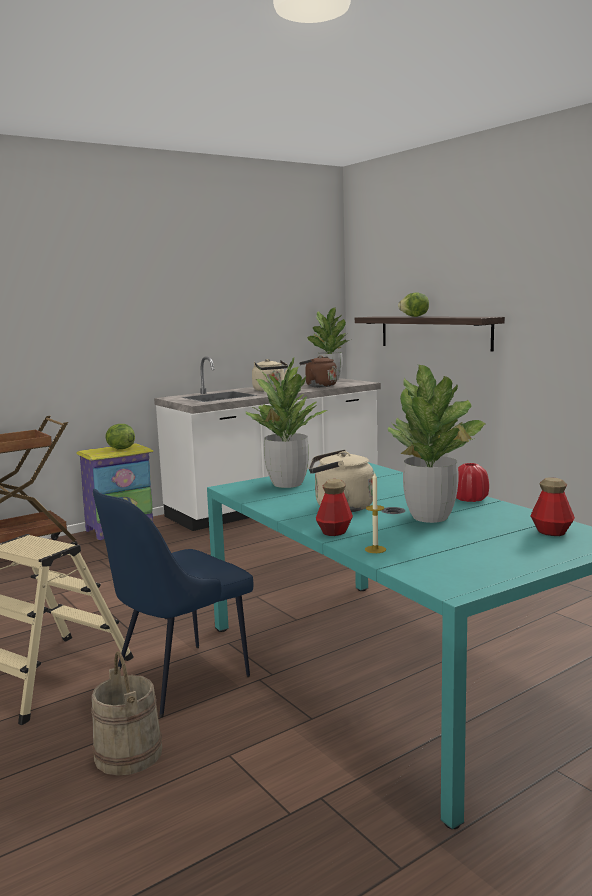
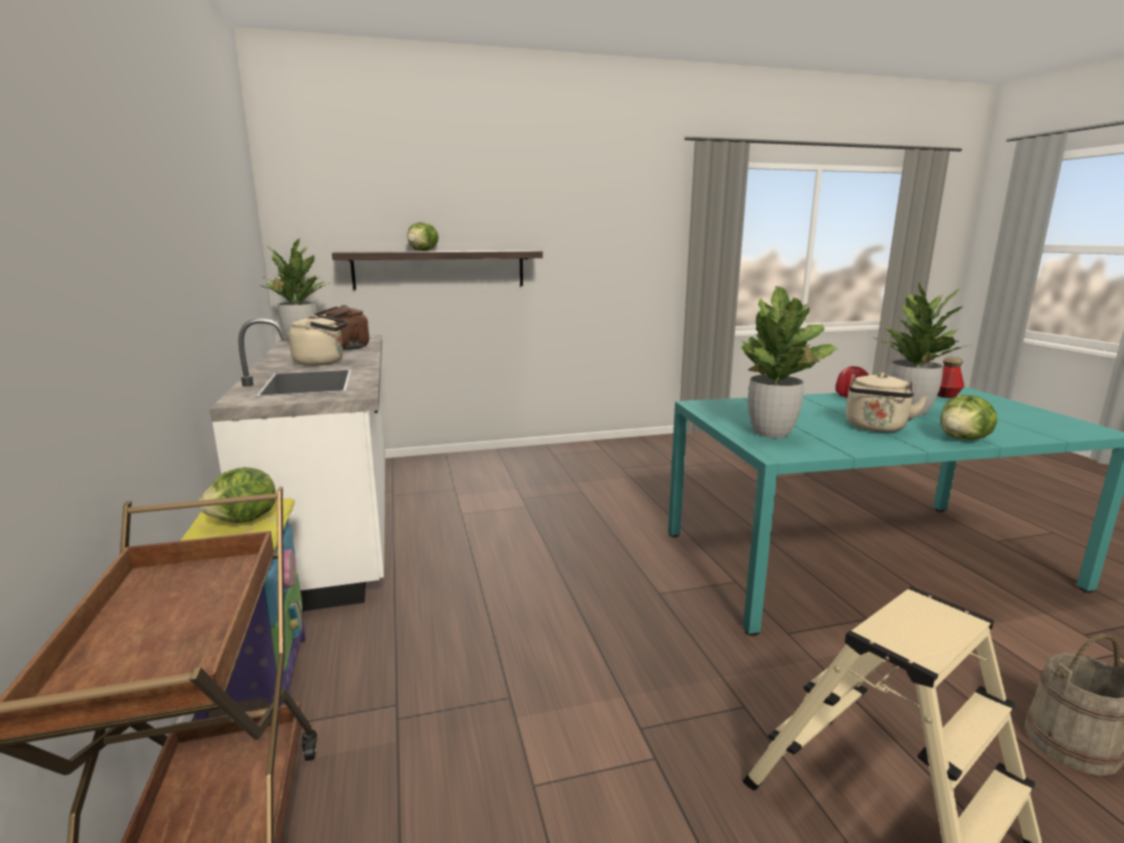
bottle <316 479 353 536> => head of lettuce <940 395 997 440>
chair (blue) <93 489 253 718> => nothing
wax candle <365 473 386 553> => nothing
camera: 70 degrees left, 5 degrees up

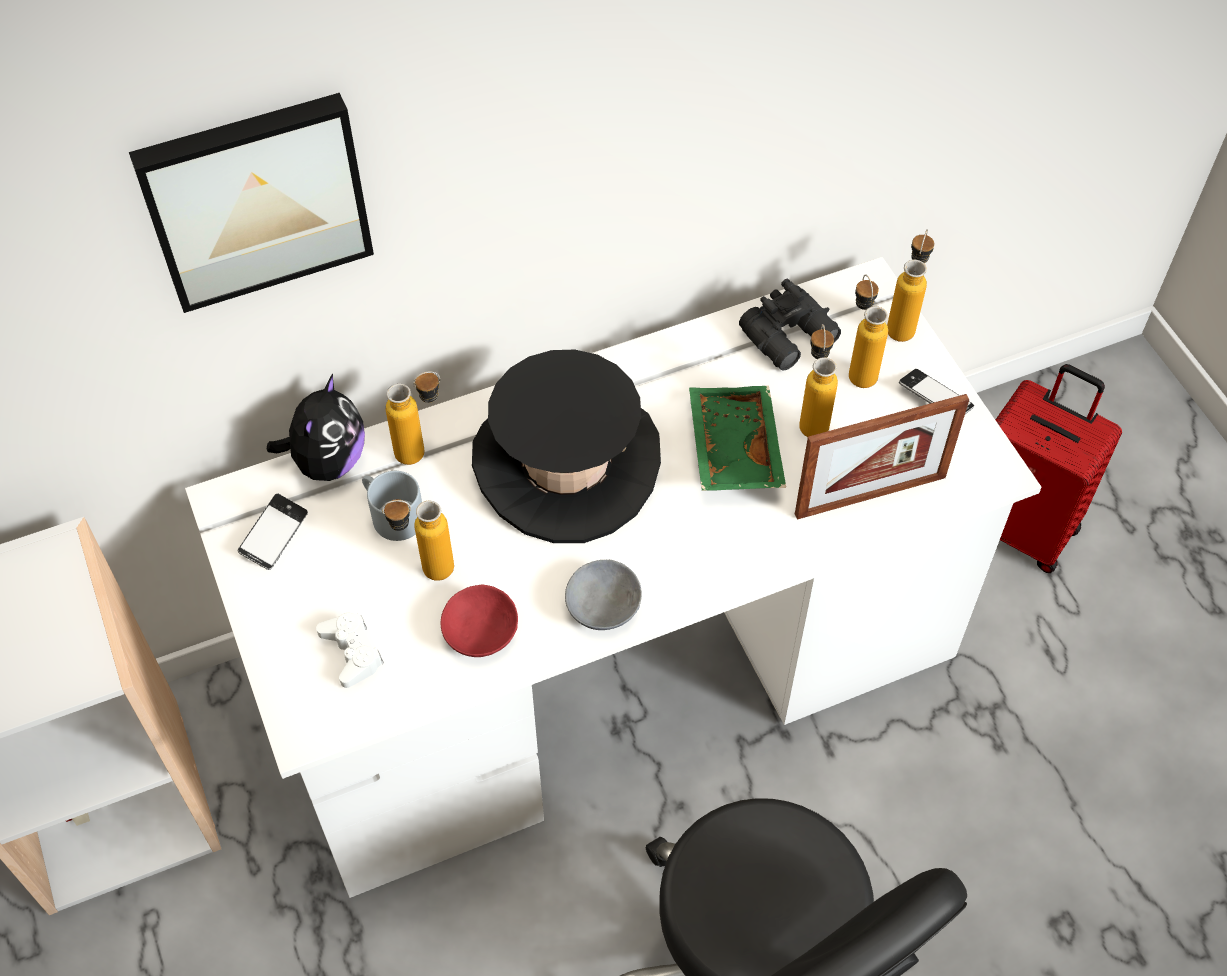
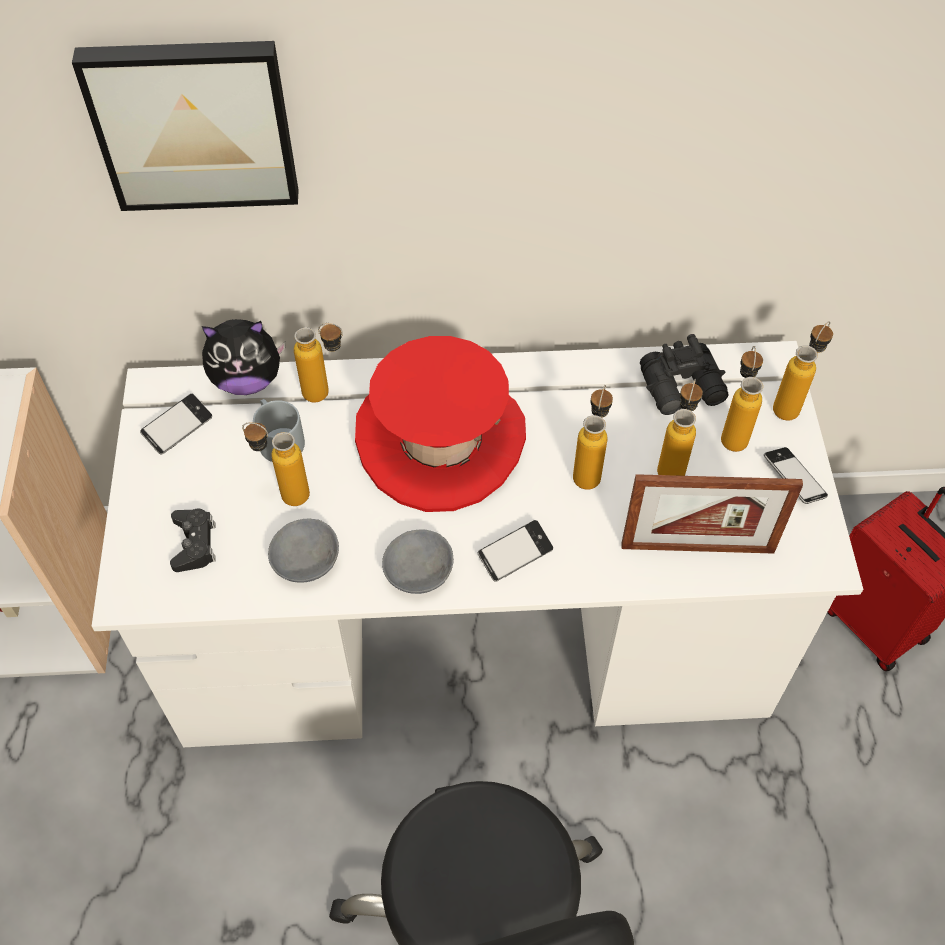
gamepad (white) <316 613 384 688> => gamepad (black) <170 509 216 572>
plush toy <266 374 365 481> => plush toy <202 319 286 395>, 45 degrees clockwise
bowl (reddish) <441 585 518 657> => bowl (grey) <268 519 339 583>
wearable hat (black) <472 350 661 543> => wearable hat (reddish) <355 336 526 512>
nothing => phone <478 520 553 582>
tray (green) <689 386 786 491> => bottle <573 385 613 490>
camera: 20 degrees right, 0 degrees up

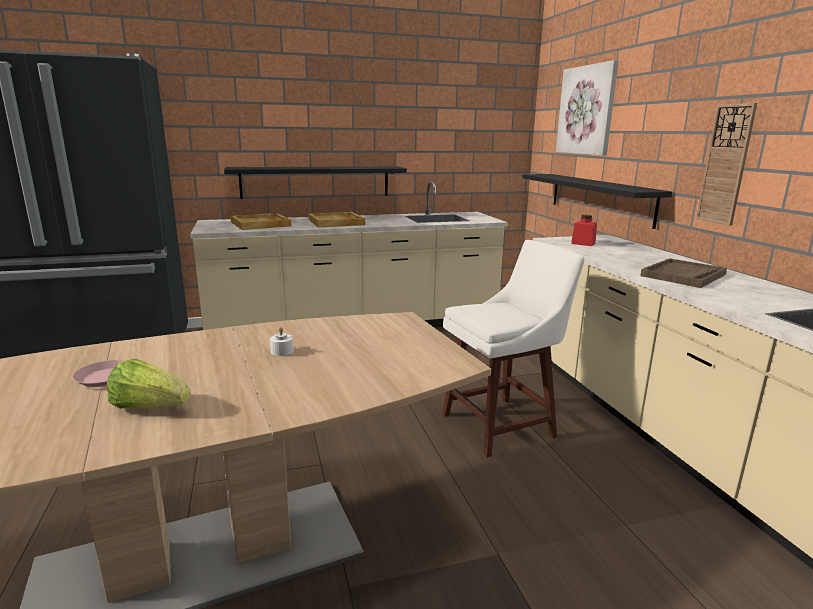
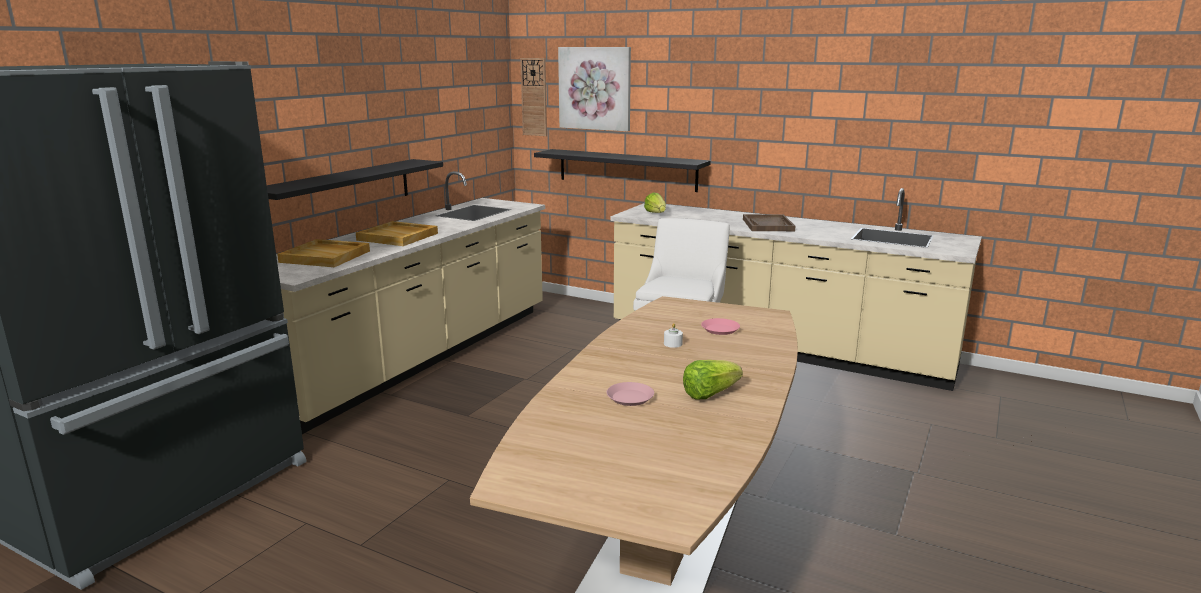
hanging clock <696 103 757 226> => hanging clock <520 58 547 136>, shifted
preserve jar (reddish) <571 215 597 246> => head of lettuce <644 192 666 213>
nothing => plate (pink) <701 318 740 335>
camera: 45 degrees left, 0 degrees up

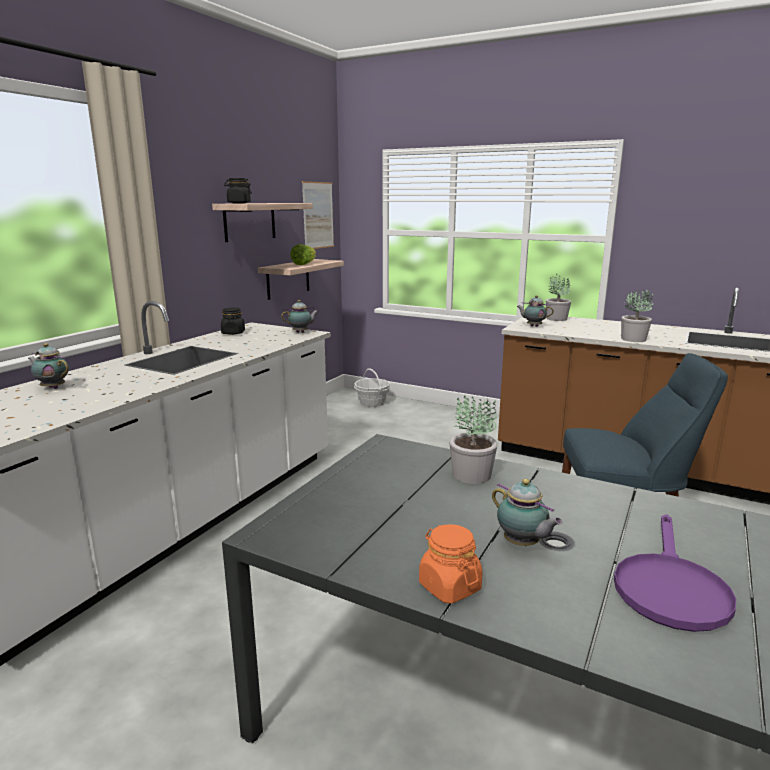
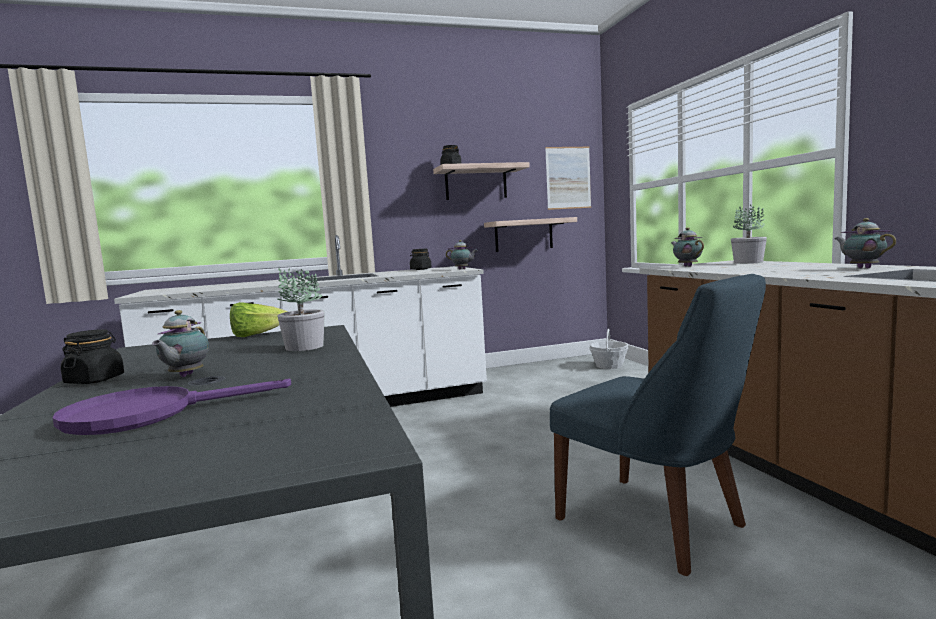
preserve jar (orange) <419 524 483 604> => preserve jar (black) <60 329 124 384>
head of lettuce <290 244 316 265> => head of lettuce <230 302 288 337>, shifted
teapot <28 343 69 389> => teapot <834 218 896 268>, shifted
houseplant <621 290 653 342> => nothing
camera: 45 degrees right, 10 degrees down

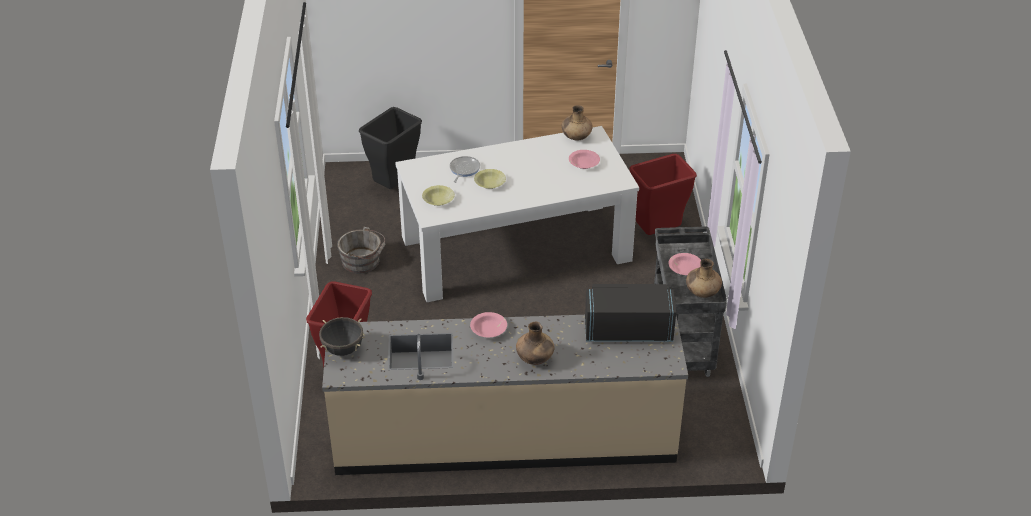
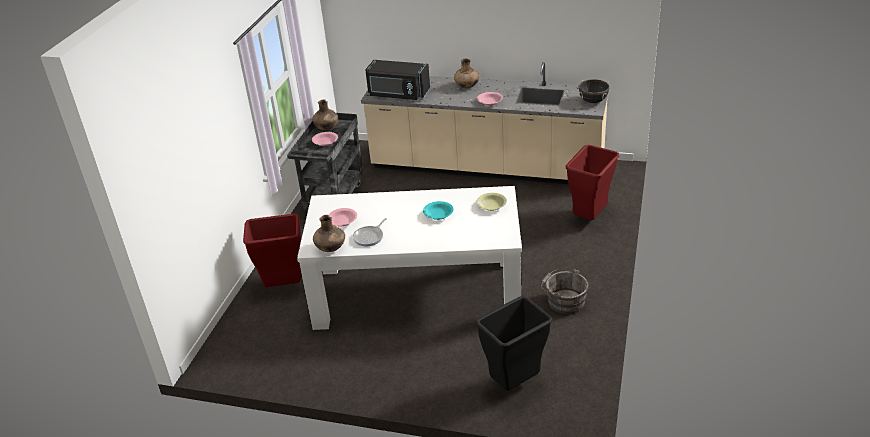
frying pan <450 156 480 183> => frying pan <353 218 387 246>, shifted
bowl (yellow-coloured) <474 169 506 189> => bowl (turquoise-coloured) <423 201 454 220>
camera: 160 degrees left, 5 degrees down

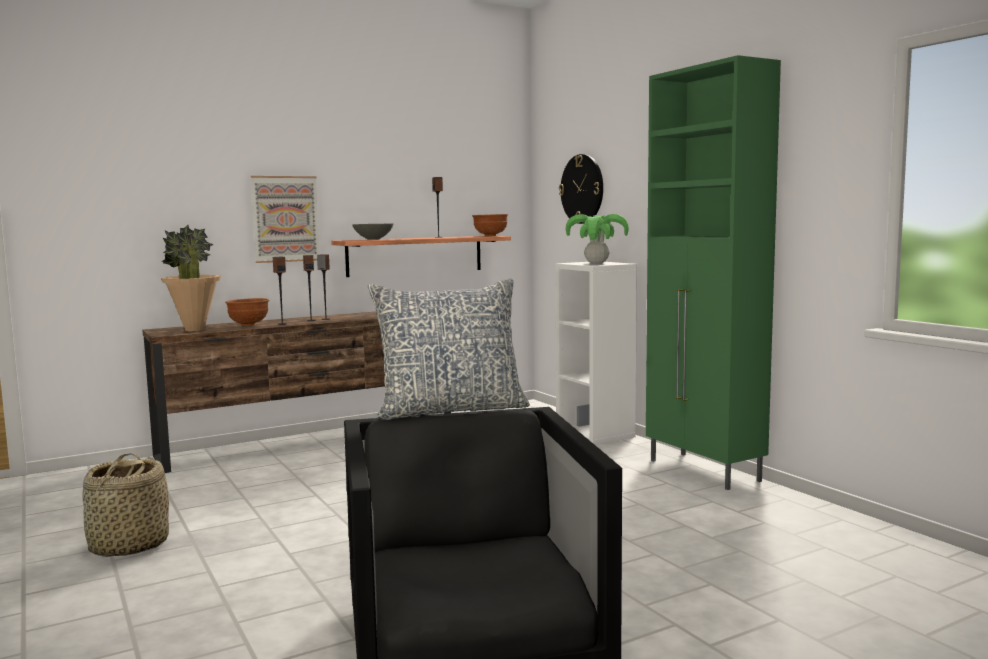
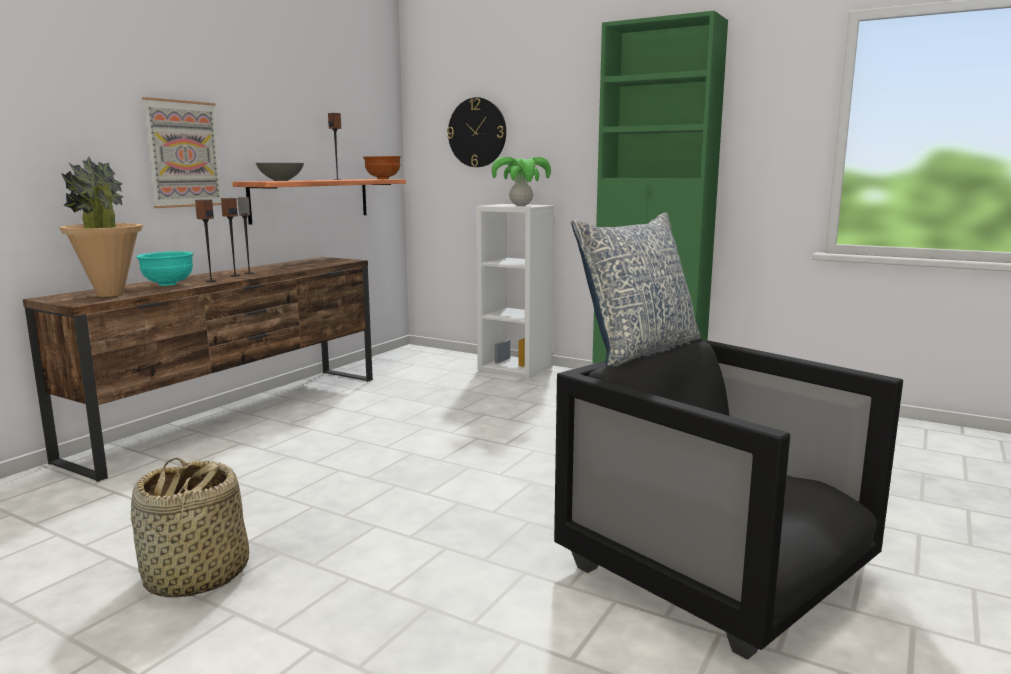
bowl (brownish) <225 298 269 326> => bowl (turquoise-coloured) <136 251 194 286>
camera: 30 degrees left, 5 degrees up

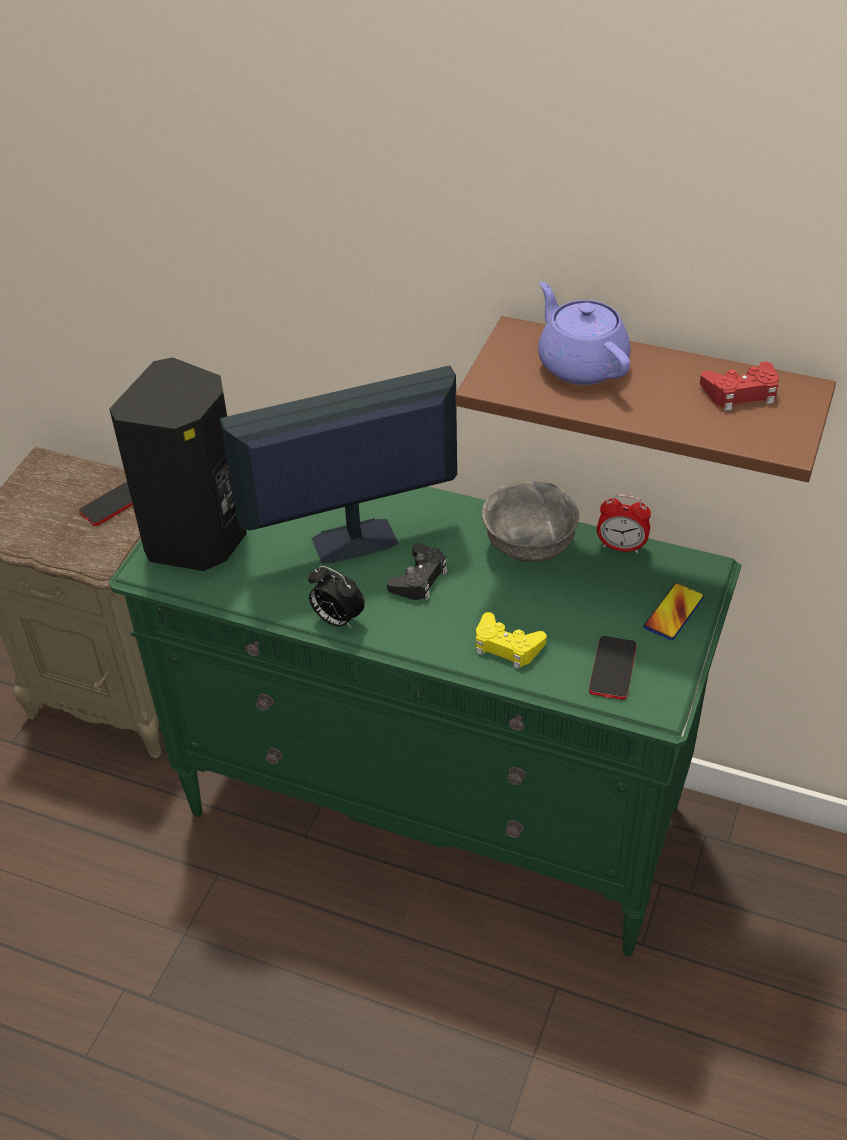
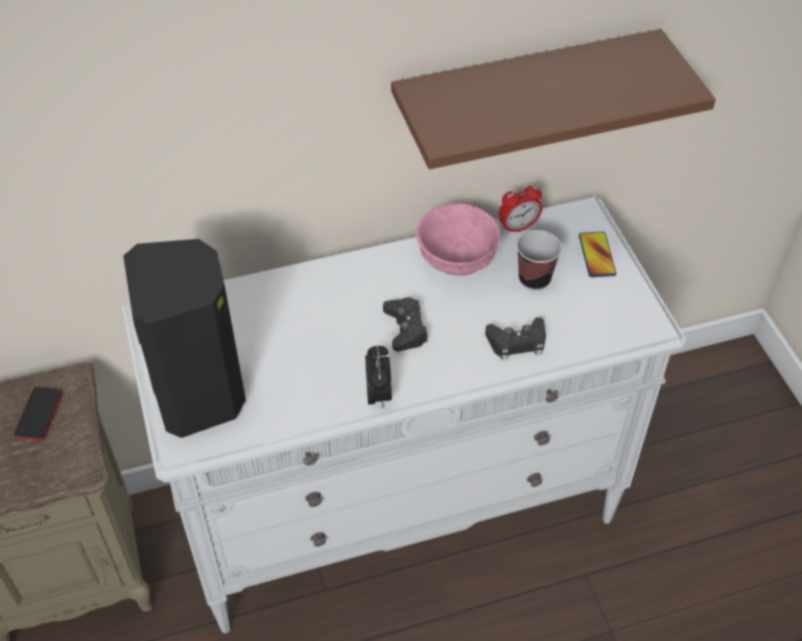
drawer chest (green) <109 486 742 956> => drawer chest (white) <122 197 686 634>
table clock <308 566 365 629> => table clock <365 345 392 409>, 90 degrees counterclockwise
bowl (grey) <482 481 579 562> => bowl (pink) <416 203 501 276>
gamepad (yellow-coloured) <476 612 546 669> => gamepad (black) <485 317 546 360>
nothing => cup <517 230 562 291>
monitor <220 366 457 563> => nothing
teapot (purple-coloured) <538 282 631 385> => nothing
phone <589 636 637 700> => nothing
gamepad (reddish) <700 362 779 411> => nothing
camera: 40 degrees left, 5 degrees up

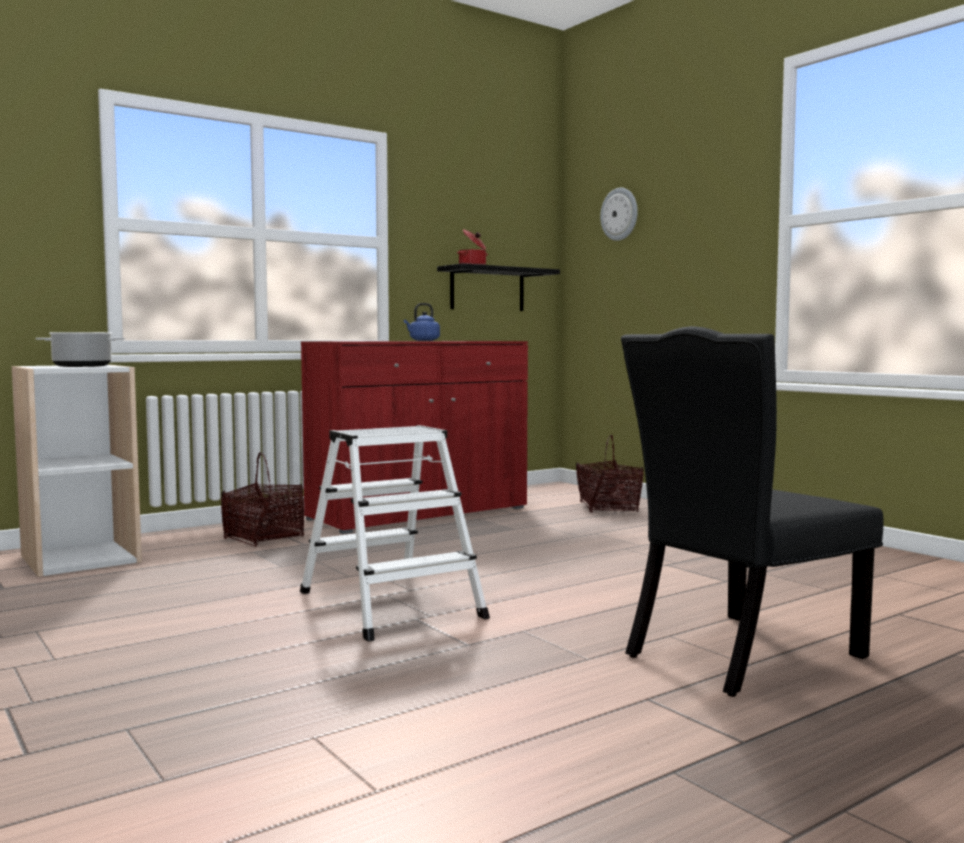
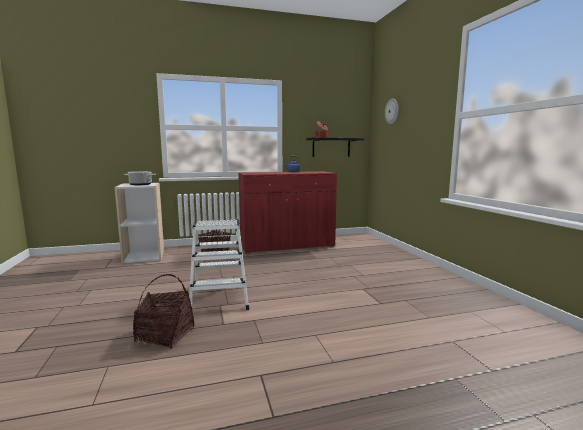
basket <576 435 644 512> => basket <133 274 194 349>, shifted
chair (black) <621 326 883 697> => nothing
camera: 20 degrees right, 5 degrees up

